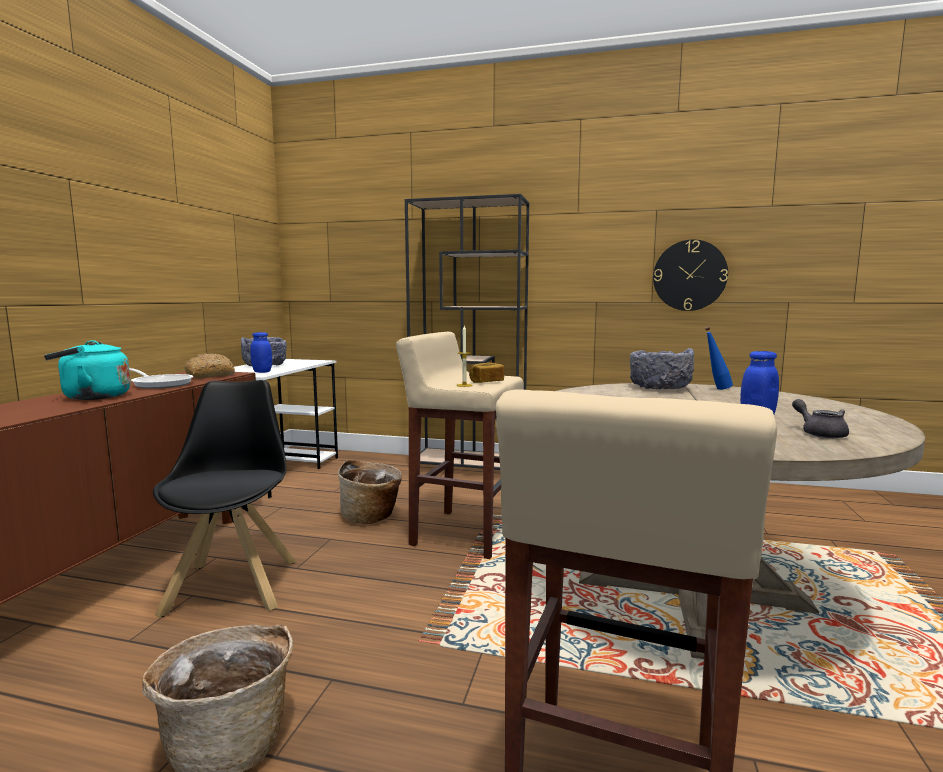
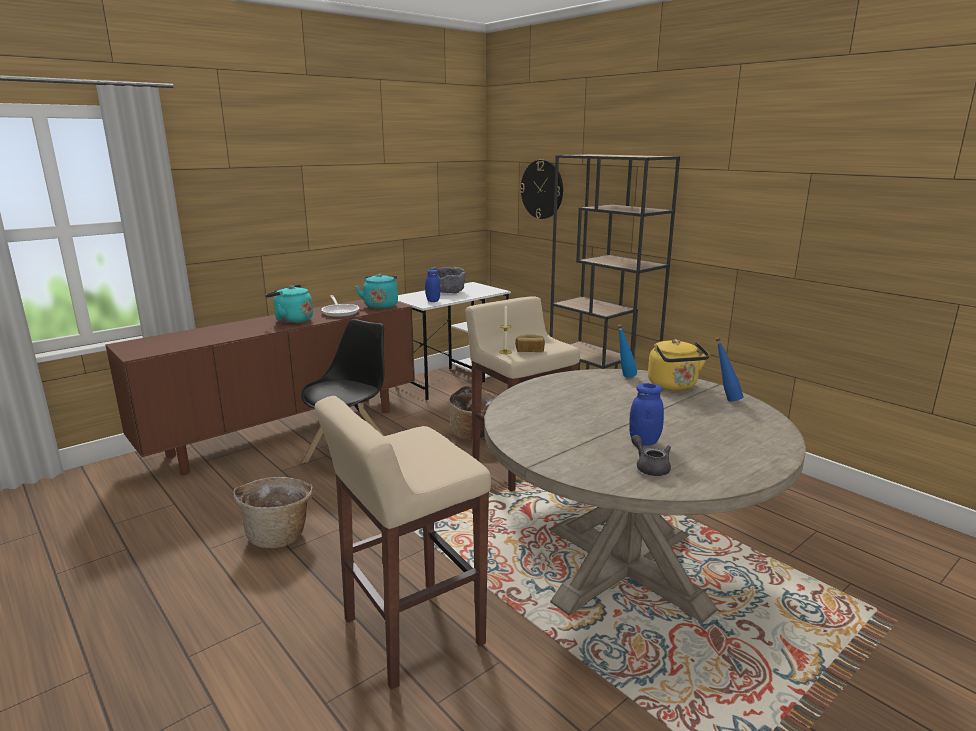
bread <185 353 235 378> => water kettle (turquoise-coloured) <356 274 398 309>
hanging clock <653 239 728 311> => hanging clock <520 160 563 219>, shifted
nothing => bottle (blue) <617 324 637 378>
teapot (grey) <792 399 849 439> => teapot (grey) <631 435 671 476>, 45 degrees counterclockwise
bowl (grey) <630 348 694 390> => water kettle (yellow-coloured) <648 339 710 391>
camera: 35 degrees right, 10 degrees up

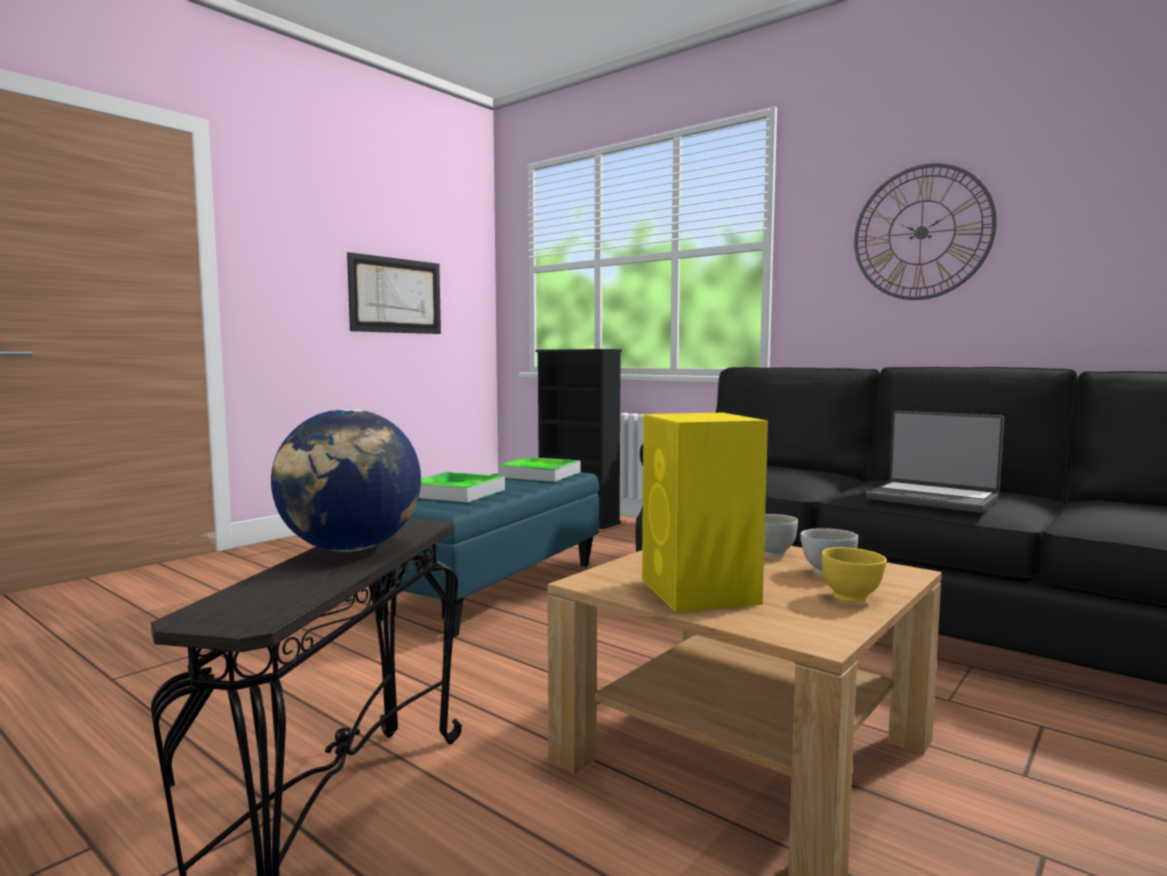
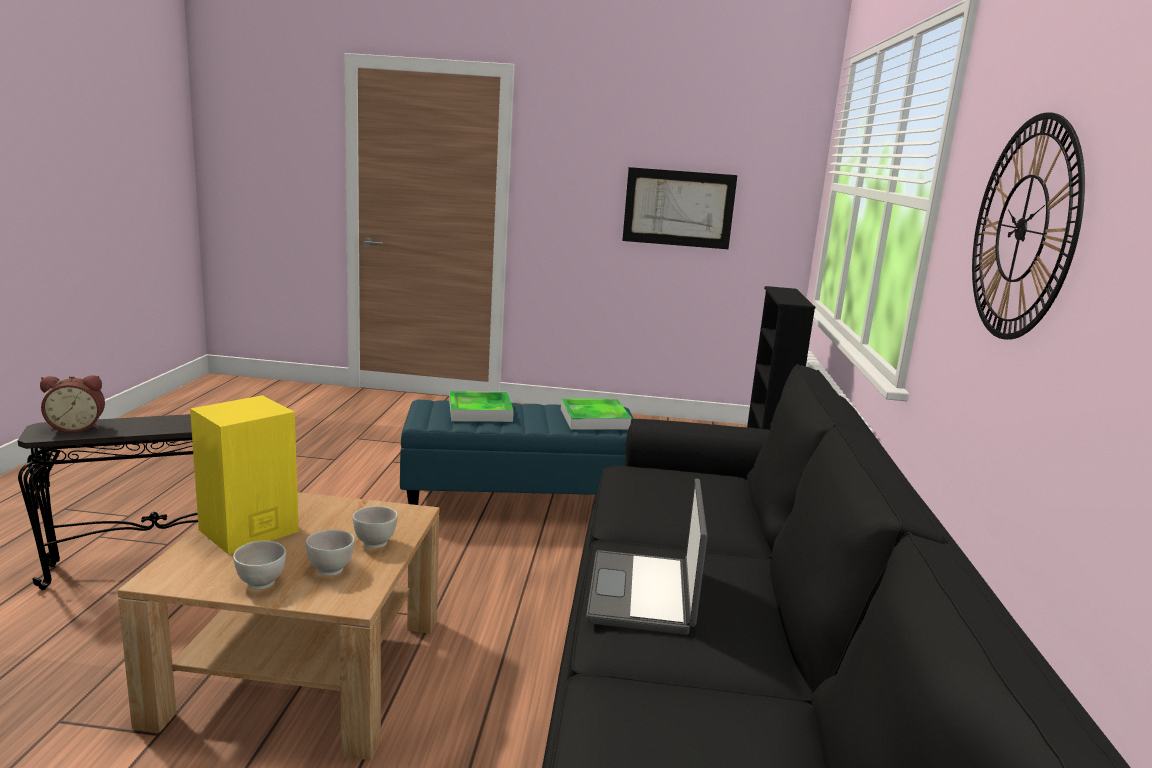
nothing => table clock <40 375 105 433>
bowl (yellow-coloured) <822 547 887 602> => bowl (white) <233 540 286 590>
desk globe <271 408 421 552> => nothing
camera: 55 degrees right, 10 degrees up

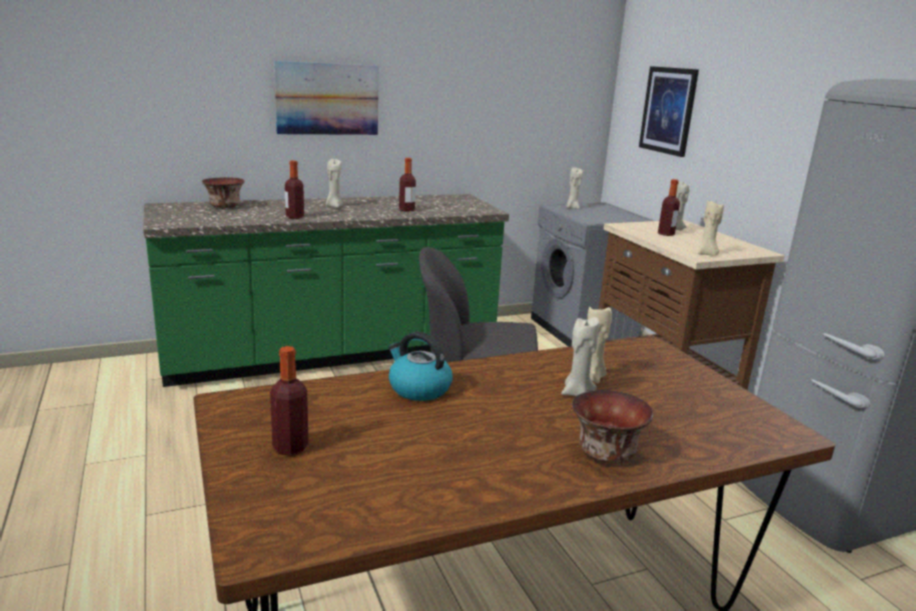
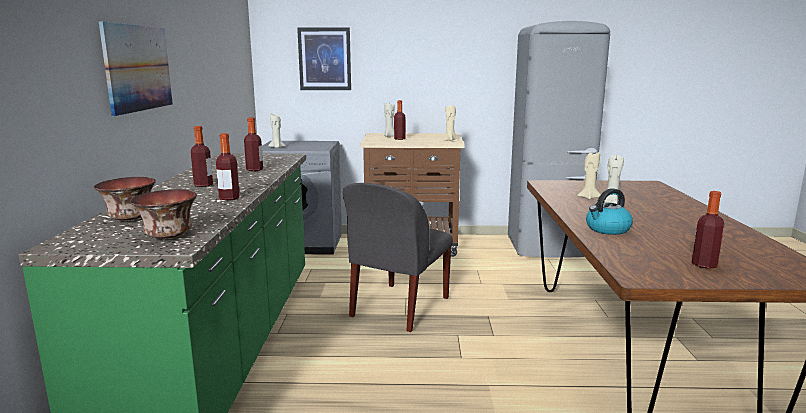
bowl <572 390 653 463> => bowl <130 189 197 239>, shifted
wax candle (beige-coloured) <326 159 343 207> => bottle <190 126 213 187>
camera: 65 degrees left, 5 degrees down

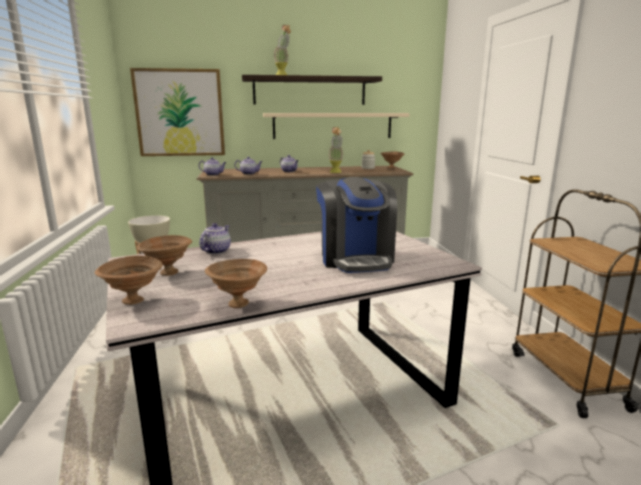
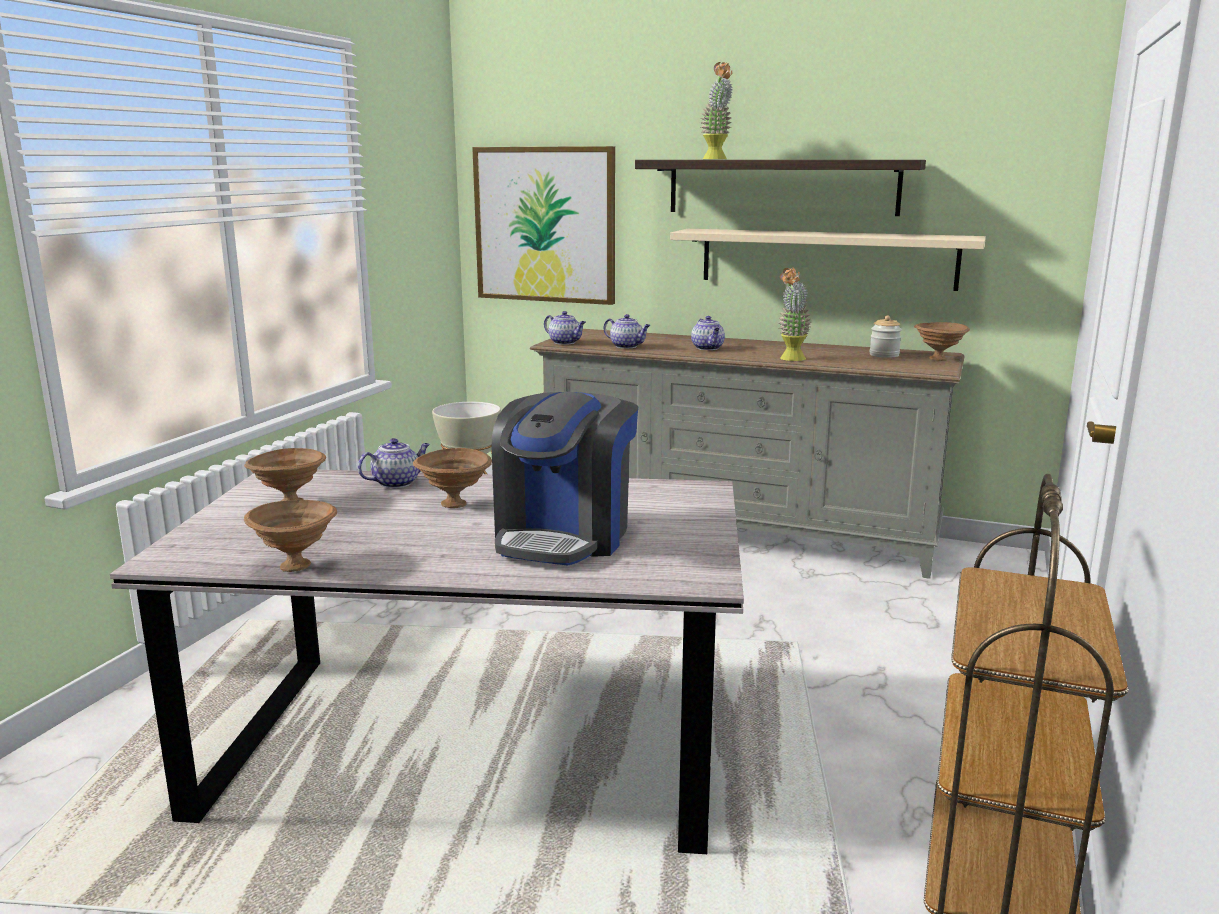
bowl (brownish) <95 256 163 305> => bowl (brownish) <413 448 492 508>, shifted
camera: 30 degrees right, 0 degrees up

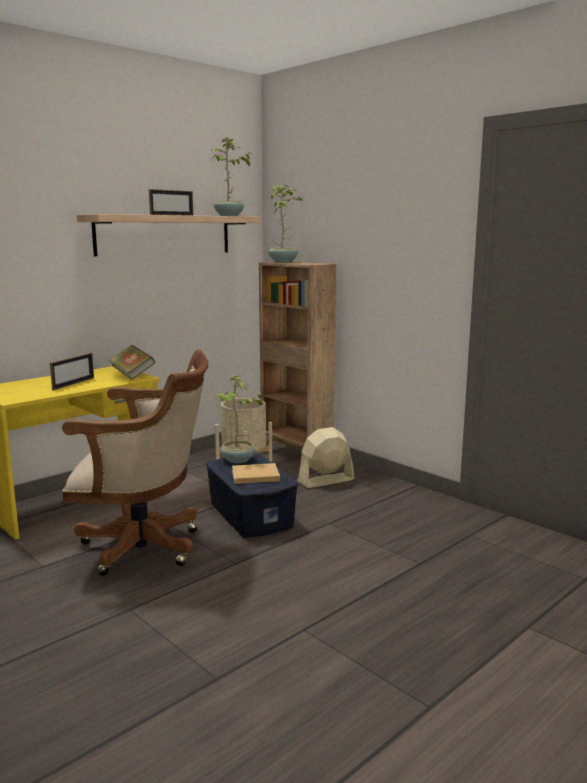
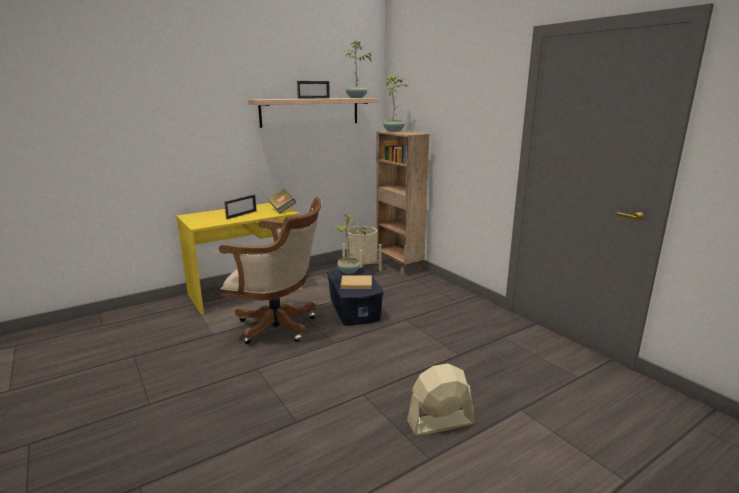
fan (beige-coloured) <298 427 355 488> => fan (beige-coloured) <407 364 475 435>, shifted
camera: 10 degrees right, 5 degrees up

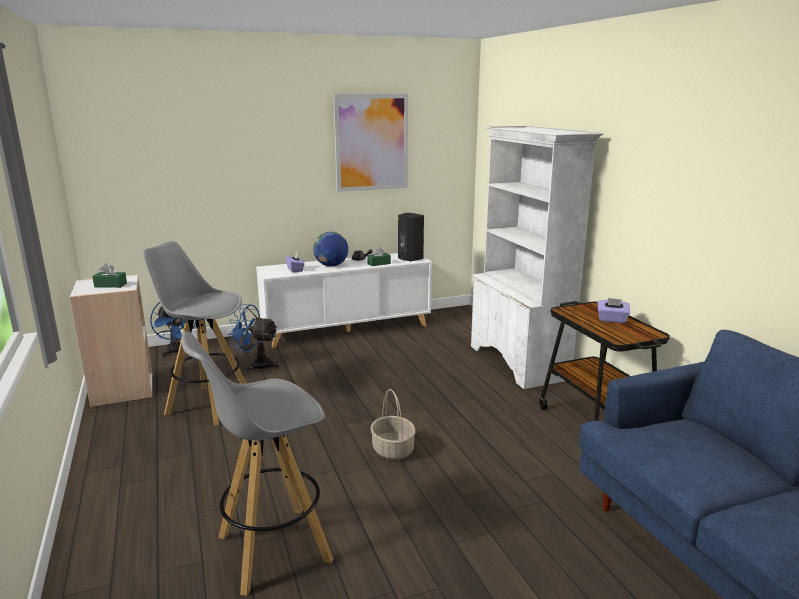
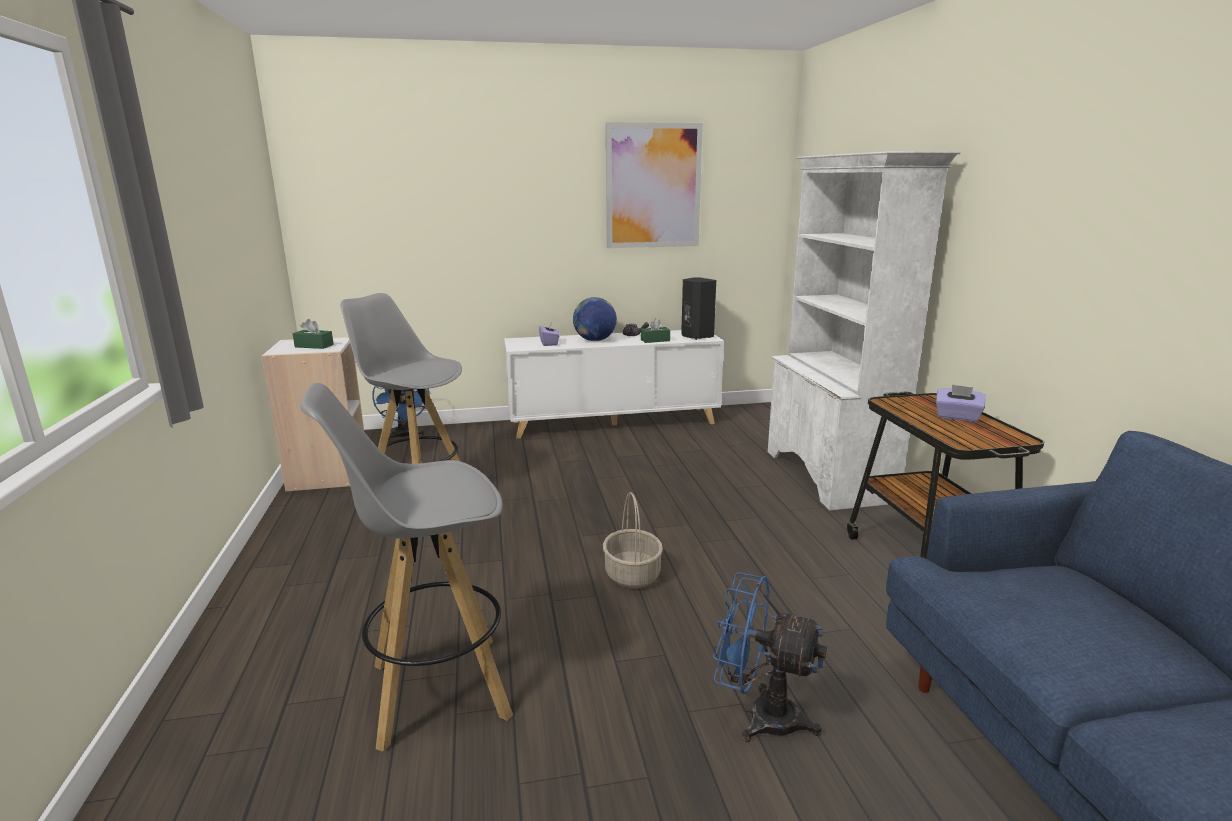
fan (blue) <228 304 280 372> => fan (blue) <713 572 827 742>, shifted
camera: 10 degrees right, 0 degrees up

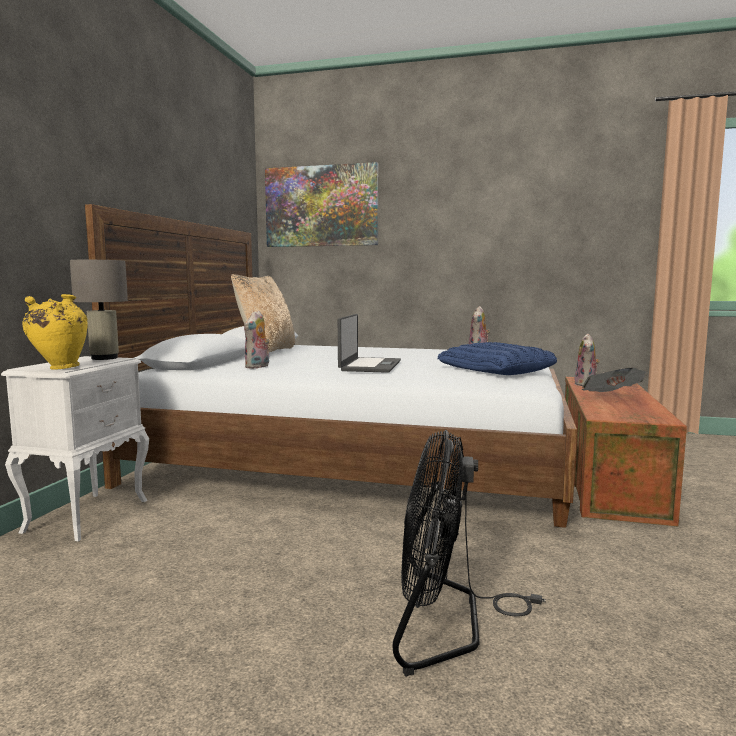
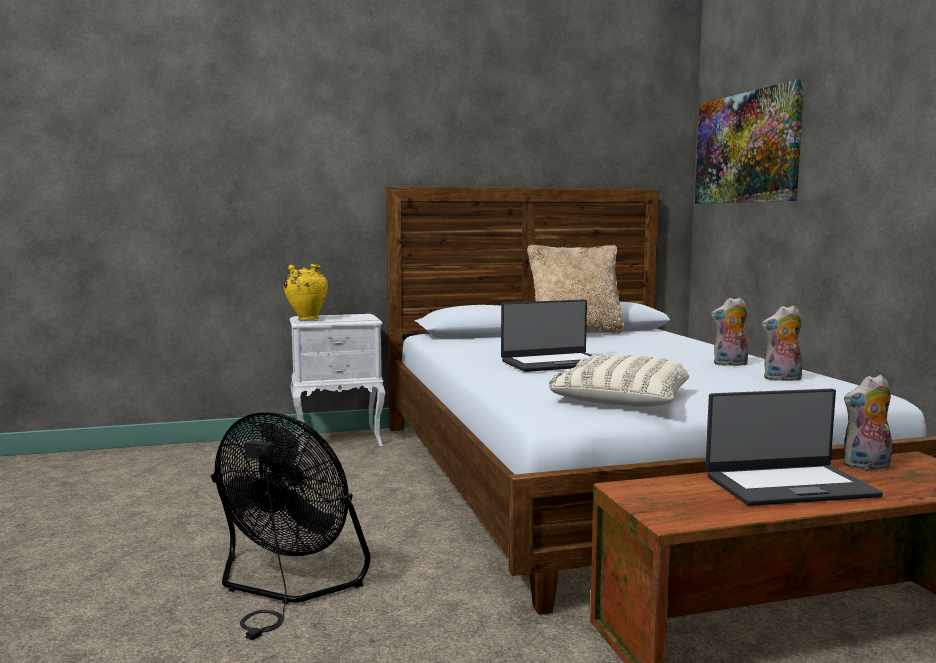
fan (black) <393 430 546 677> => fan (black) <211 413 370 640>, 45 degrees clockwise
pillow (blue) <437 342 557 375> => pillow (beige-coloured) <549 354 689 407>
newspaper <582 368 646 392> => portable computer <705 389 883 506>
plush toy <244 310 269 369> => plush toy <711 297 748 366>, shifted
lamp for a table (grey) <70 260 128 360> => nothing
camera: 60 degrees right, 0 degrees up

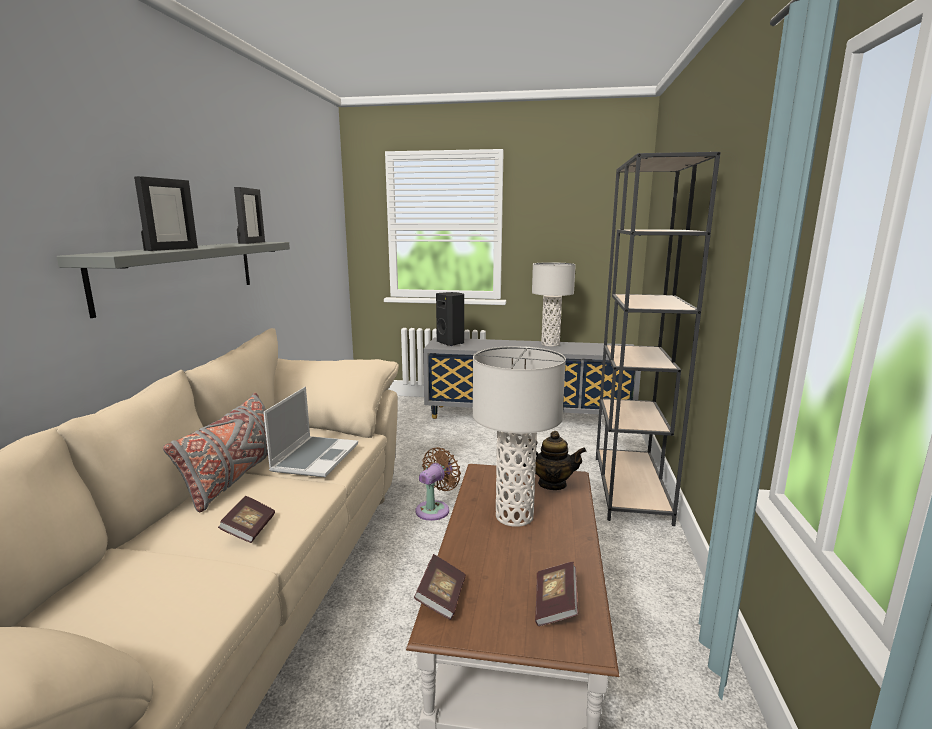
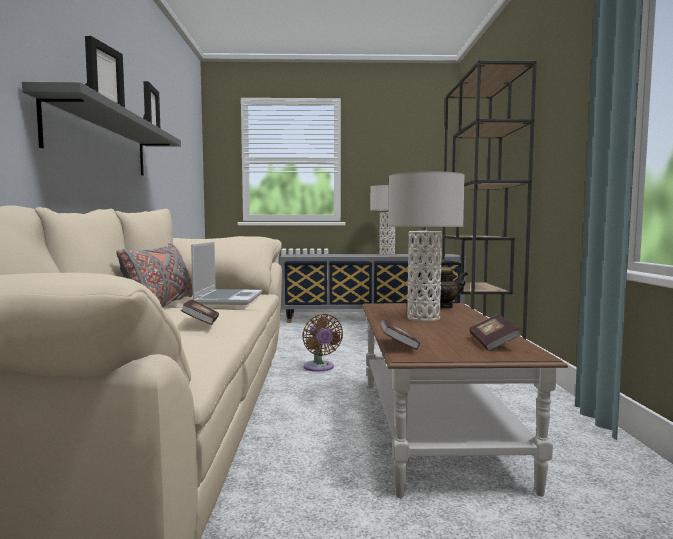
fan (brownish) <415 447 461 521> => fan (brownish) <302 314 343 372>, 135 degrees clockwise
audio speaker (black) <436 292 464 346> => nothing
camera: 10 degrees left, 10 degrees down

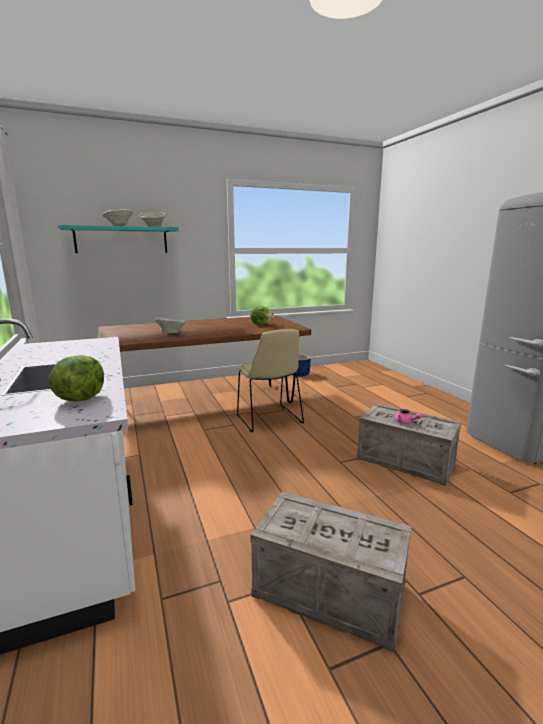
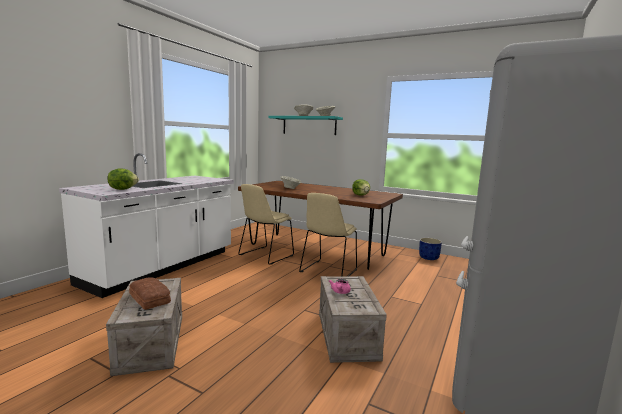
nothing => bread <129 277 171 310>
nothing => chair (beige-coloured) <238 184 294 265>
camera: 50 degrees right, 5 degrees down

